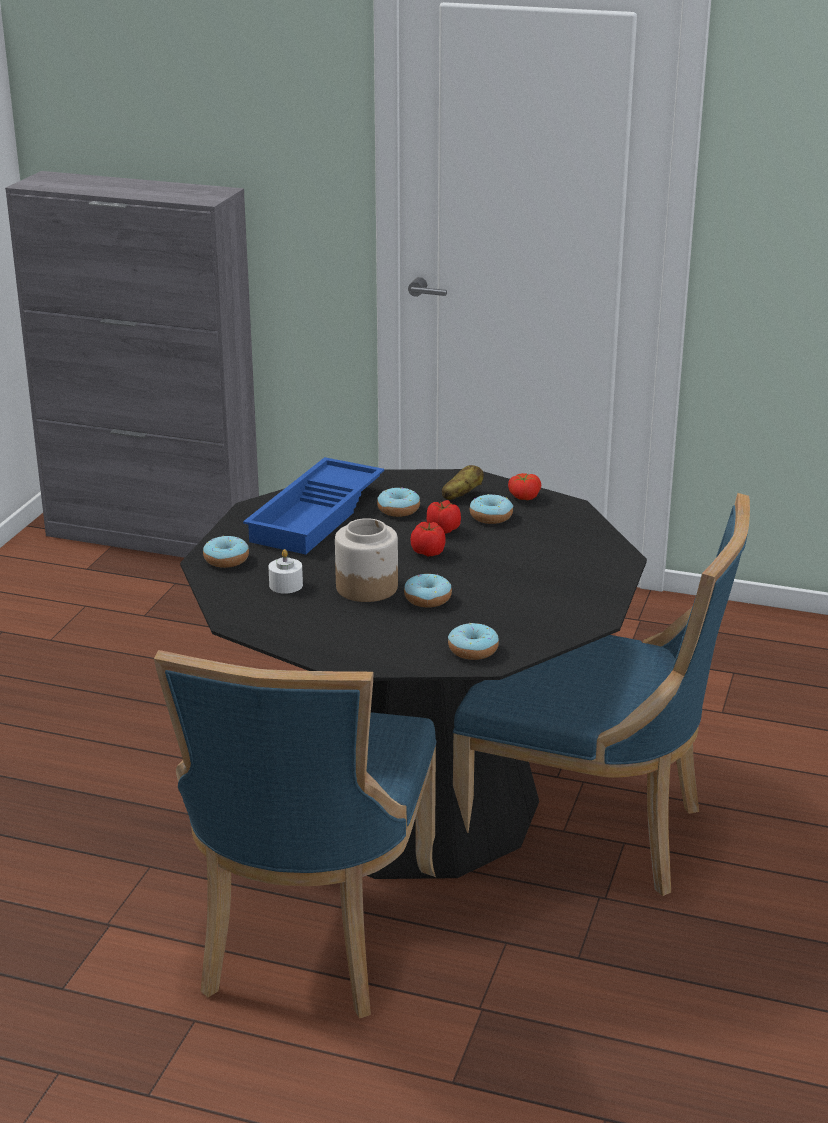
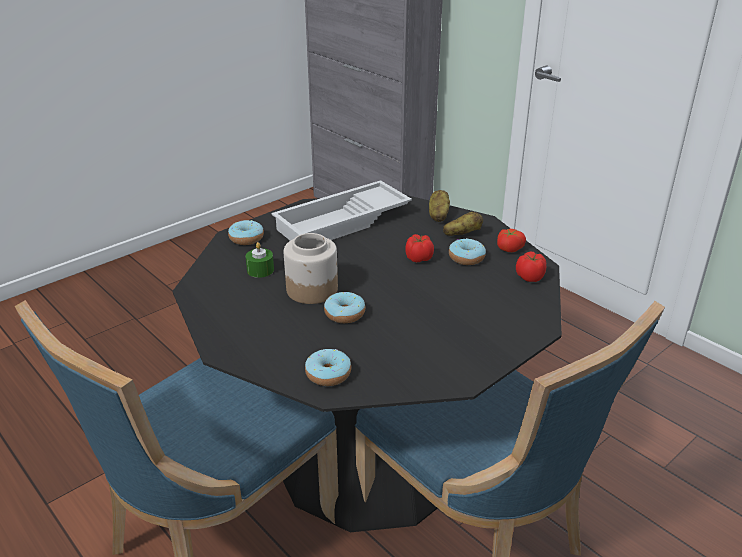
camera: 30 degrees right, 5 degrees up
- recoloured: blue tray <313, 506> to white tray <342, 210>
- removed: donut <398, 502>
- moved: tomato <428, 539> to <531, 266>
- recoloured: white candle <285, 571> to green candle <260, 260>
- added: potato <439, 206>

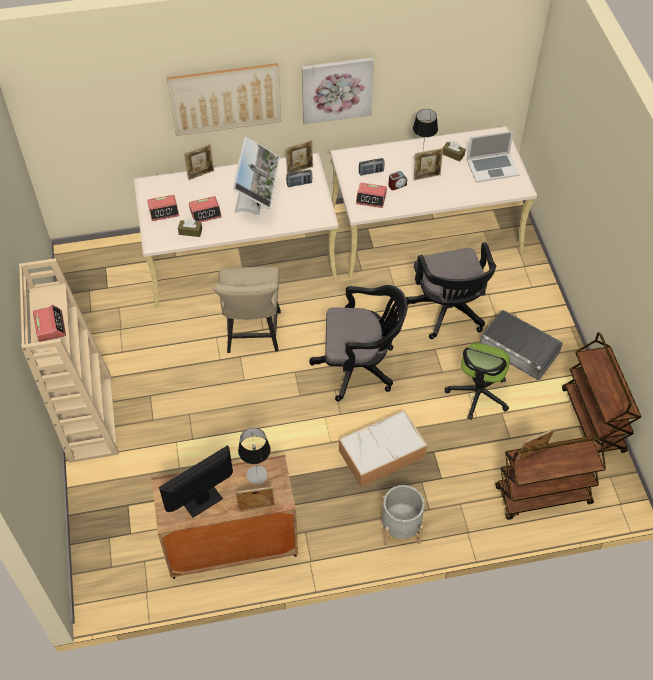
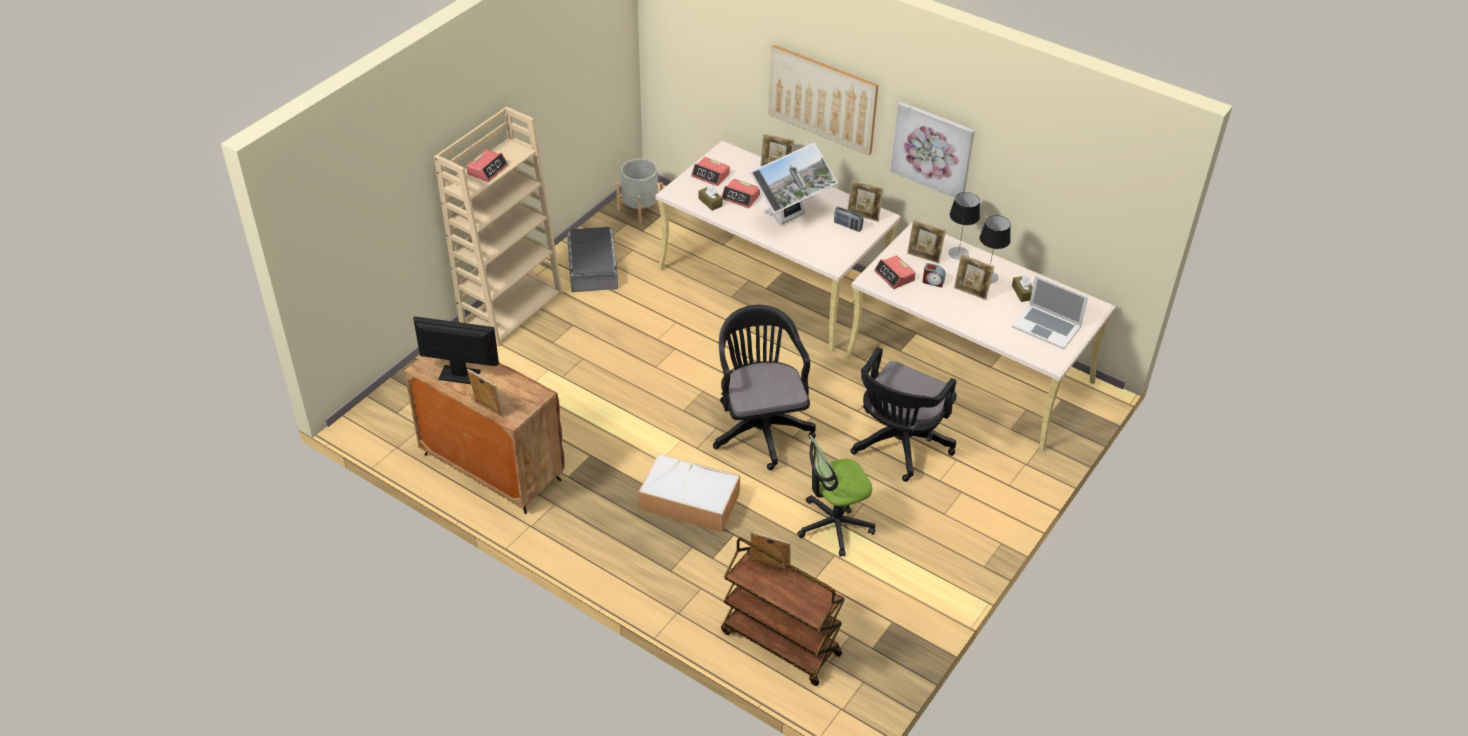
camera: 45 degrees right, 10 degrees down
- replaced: radio <372, 167> to picture frame <926, 242>
- removed: beige chair <247, 310>
- turned: black office chair <358, 343> = <764, 387> 150 degrees counterclockwise
- moved: grey storage box <521, 345> to <592, 259>
- removed: brown cart <601, 392>
- moved: table lamp <254, 456> to <964, 226>
- moved: grey planter <403, 515> to <639, 191>

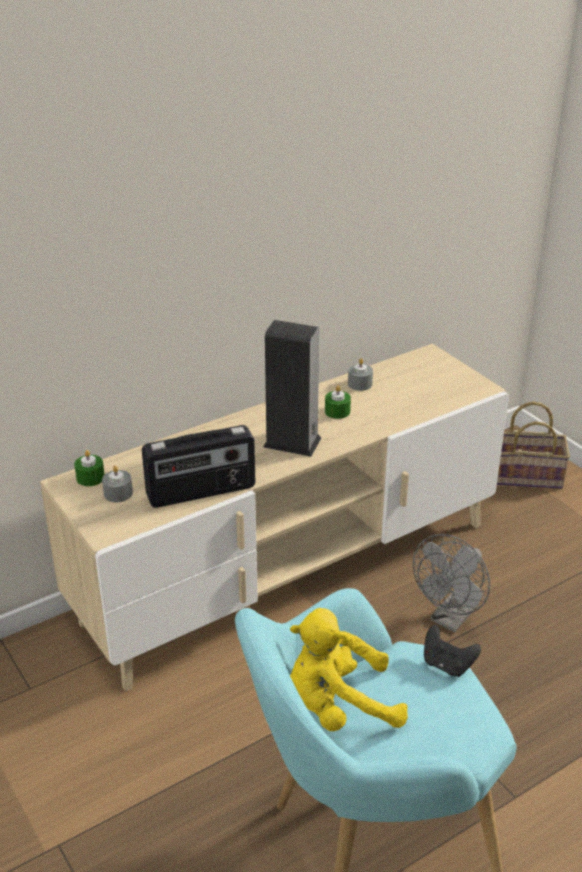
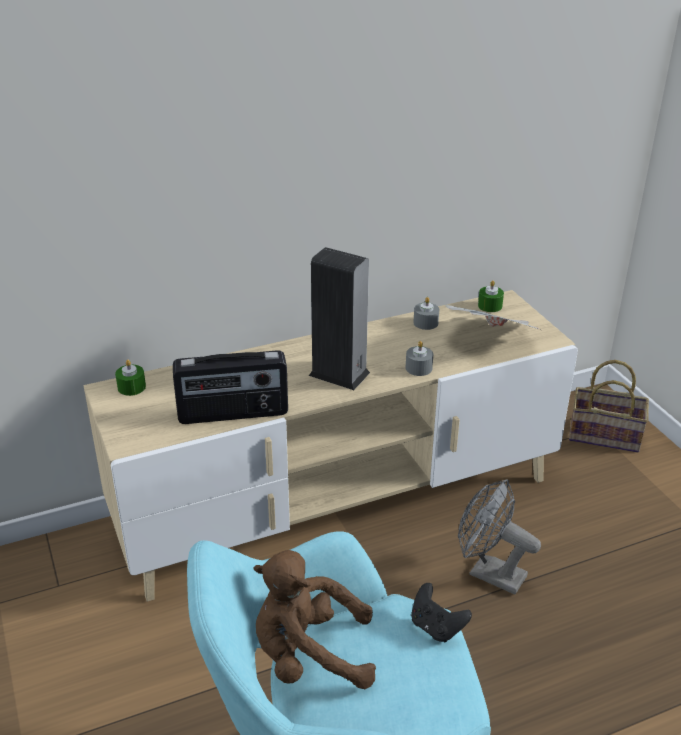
camera: 10 degrees right, 0 degrees up
- moved: green candle <338, 402> to <491, 296>
- moved: grey candle <117, 484> to <419, 358>
- turned: grey fan <451, 583> = <499, 537> 75 degrees clockwise
- recoloured: yellow plush toy <349, 669> to brown plush toy <315, 619>
- added: newspaper <492, 317>

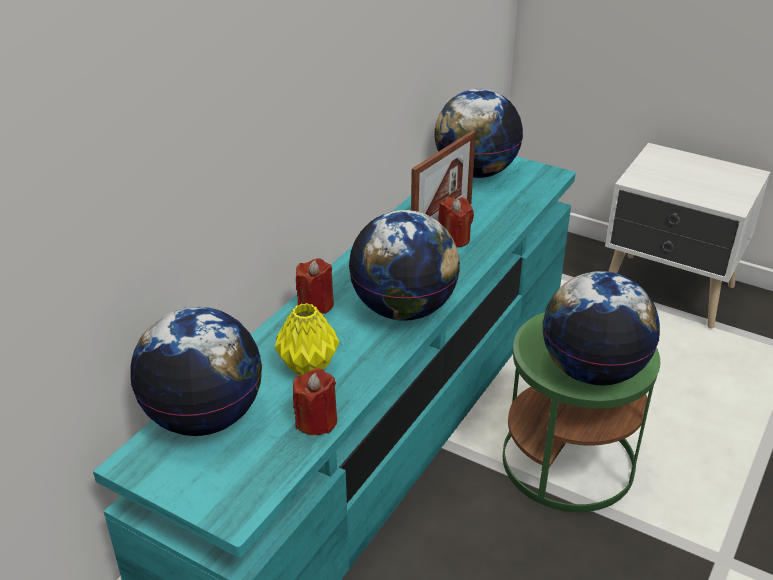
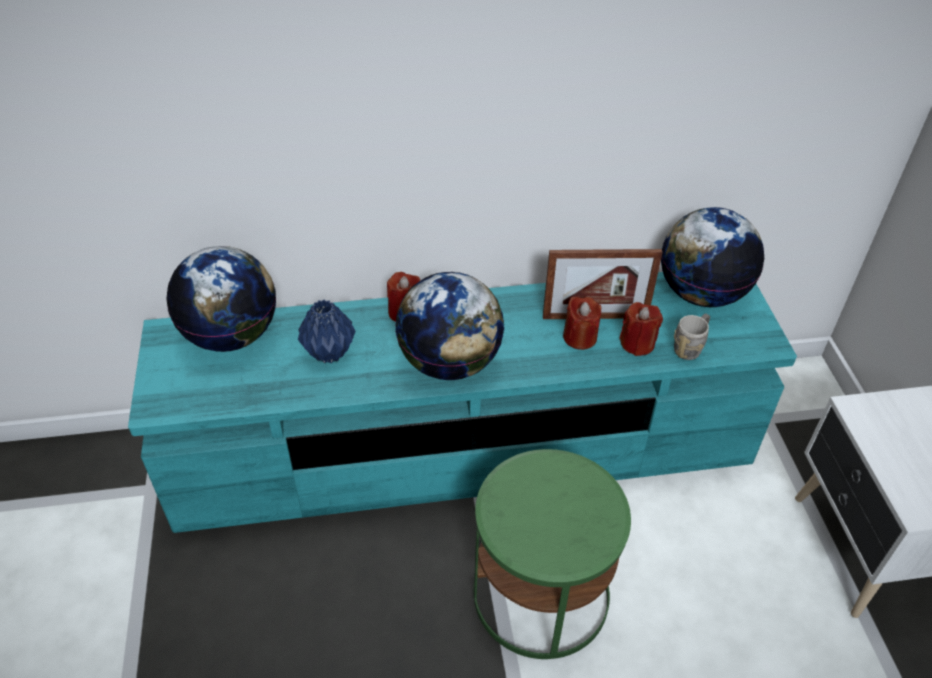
camera: 50 degrees right, 10 degrees up
- removed: globe <601, 328>
- recoloured: yellow vase <307, 339> to blue vase <327, 331>
- moved: red candle <315, 401> to <641, 329>
- added: grey mug <692, 337>

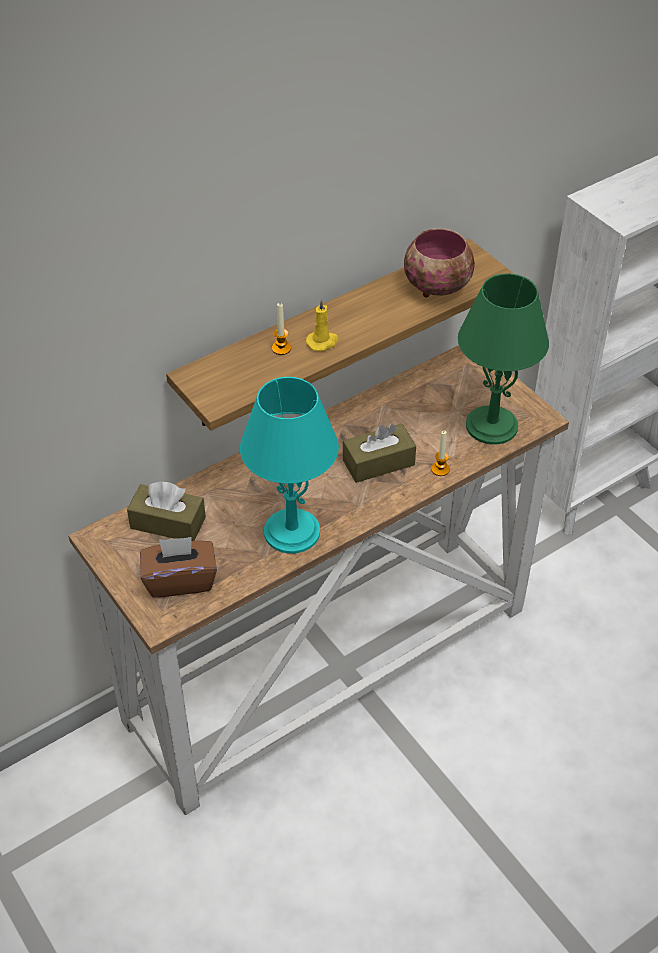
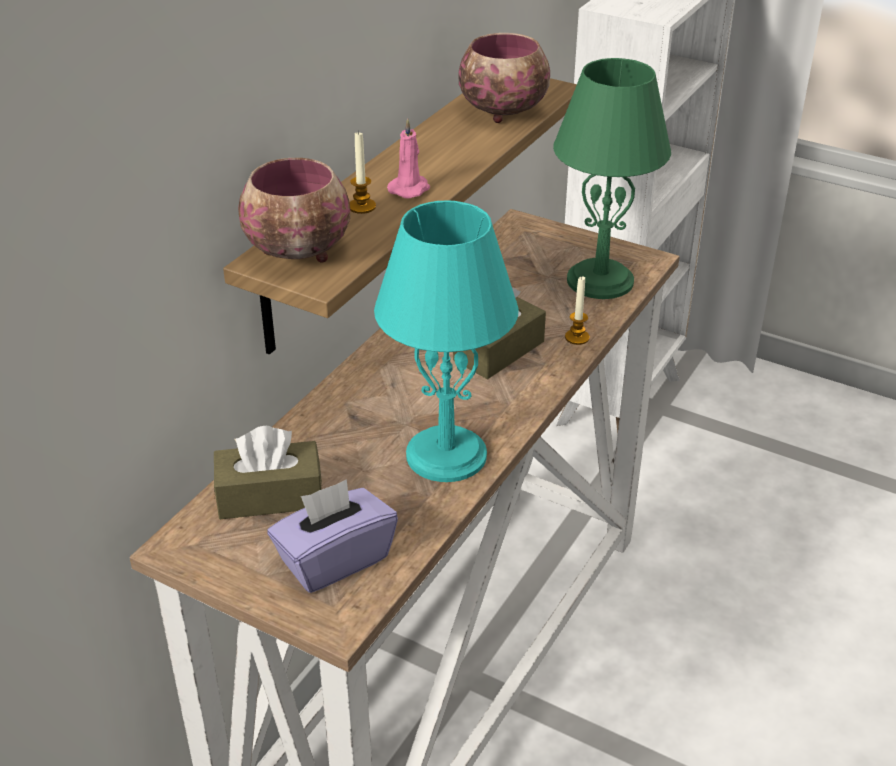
camera: 25 degrees left, 10 degrees down
- recoloured: yellow candle <322, 325> to pink candle <408, 158>
- recoloured: brown tissue box <178, 567> to purple tissue box <332, 536>
- added: bowl <294, 210>

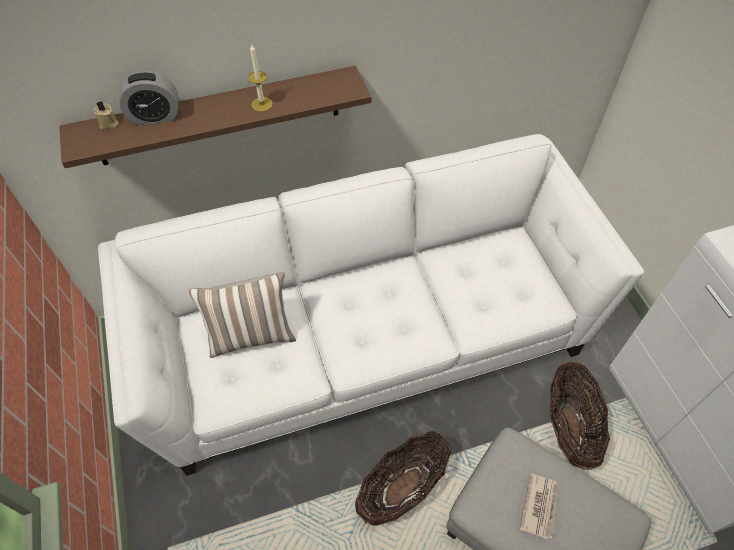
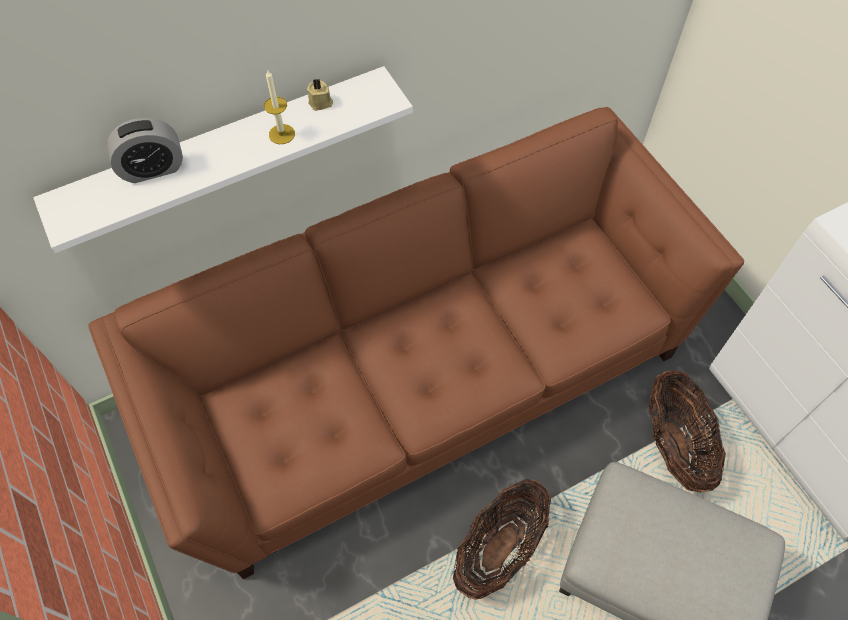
camera: 10 degrees left, 5 degrees up
- recoloured: brown shelf <215, 117> to white shelf <223, 159>
- moved: beige candle <106, 115> to <320, 95>
- recoloured: white sofa <371, 305> to brown sofa <416, 343>
- removed: pillow <242, 315>
- removed: newspaper <538, 506>

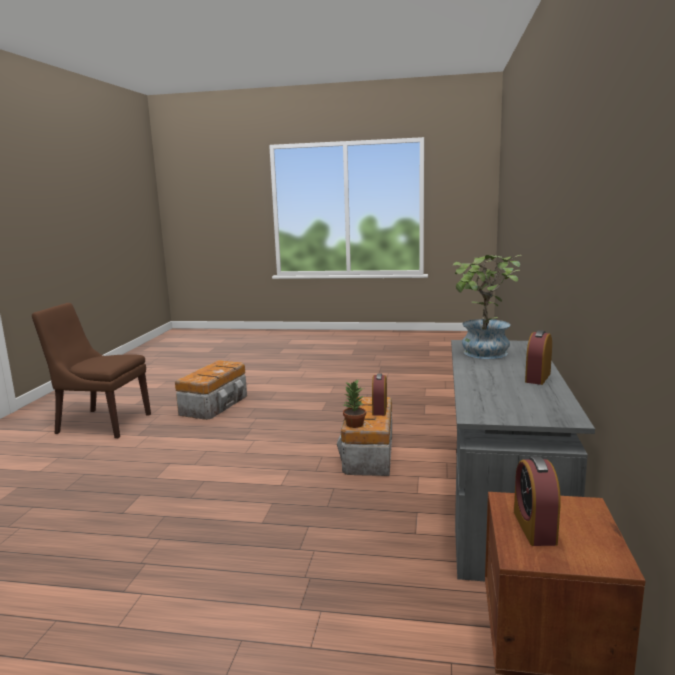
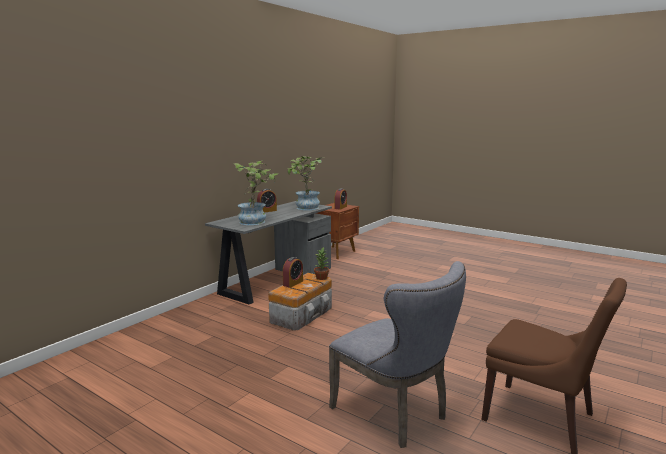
camera: 155 degrees left, 0 degrees up
- replaced: storage box <211, 390> to grey chair <397, 354>
- added: potted plant <304, 183>

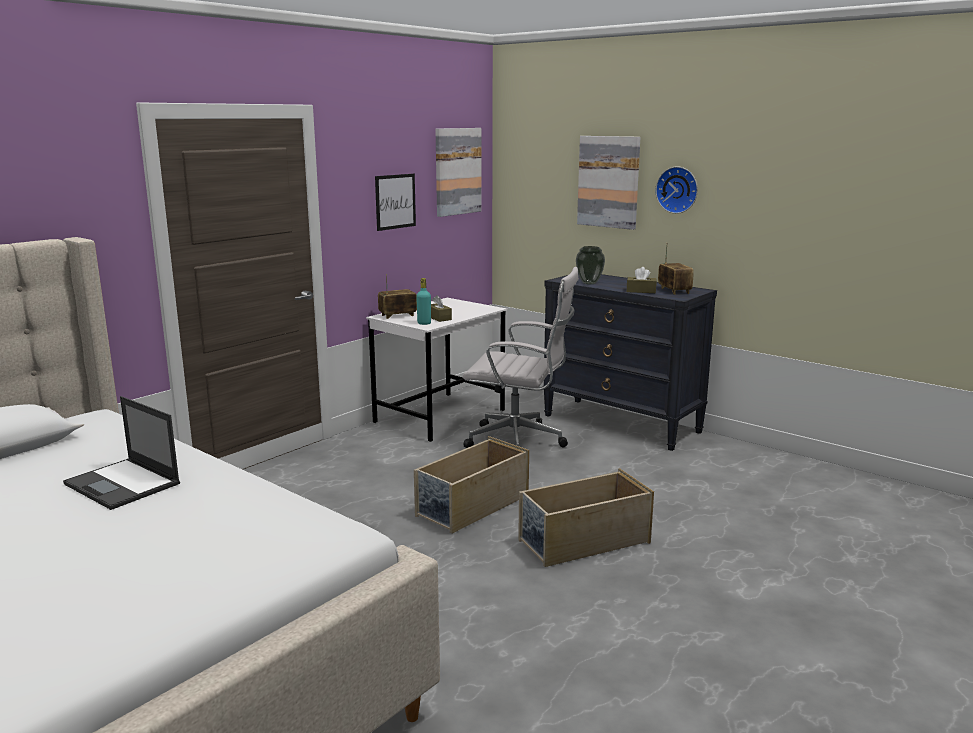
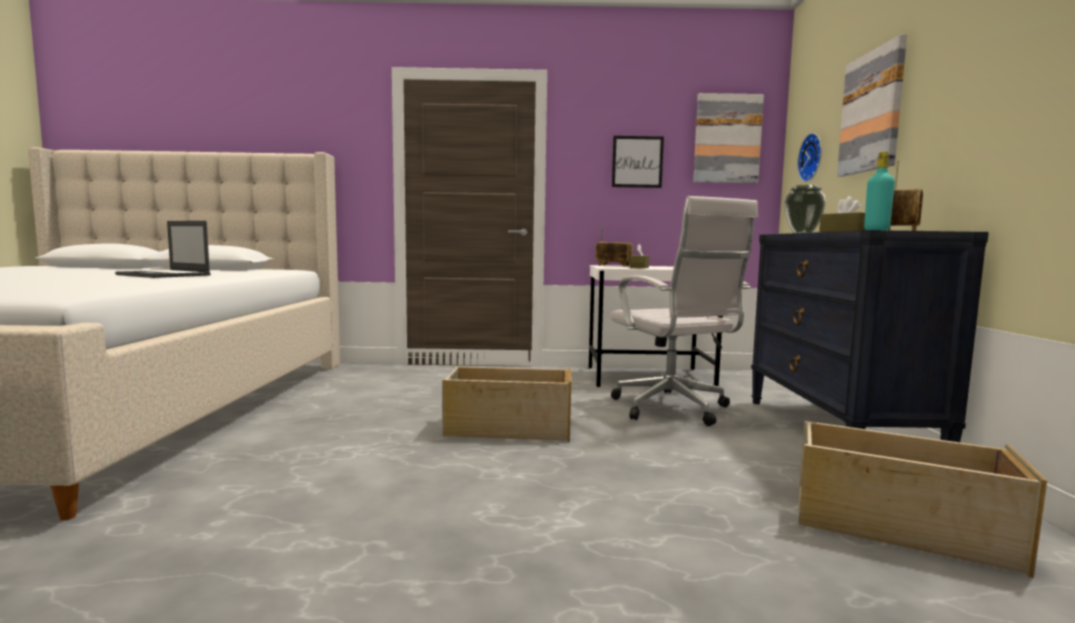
camera: 50 degrees right, 10 degrees down
- moved: wall clock <677, 190> to <809, 157>
- moved: turquoise bottle <423, 301> to <879, 191>
- turned: laptop <121, 453> = <163, 249> 60 degrees counterclockwise
- moved: beige storage box <586, 518> to <922, 499>

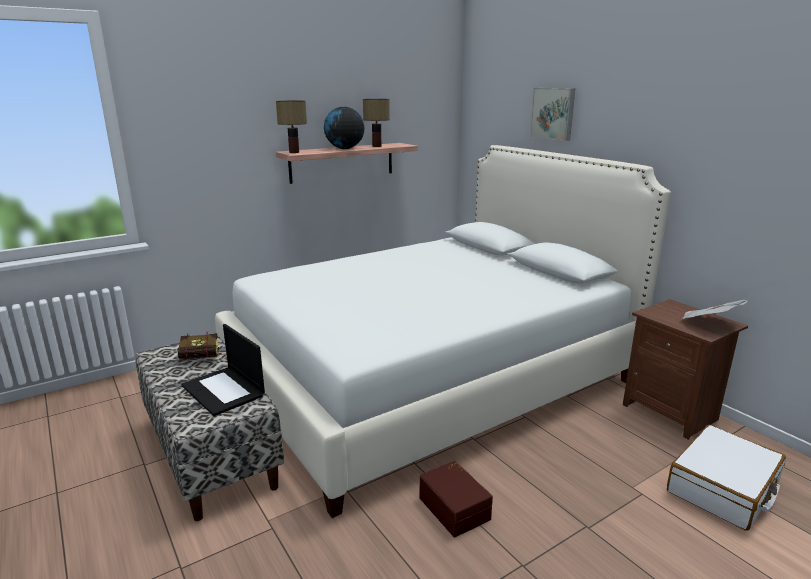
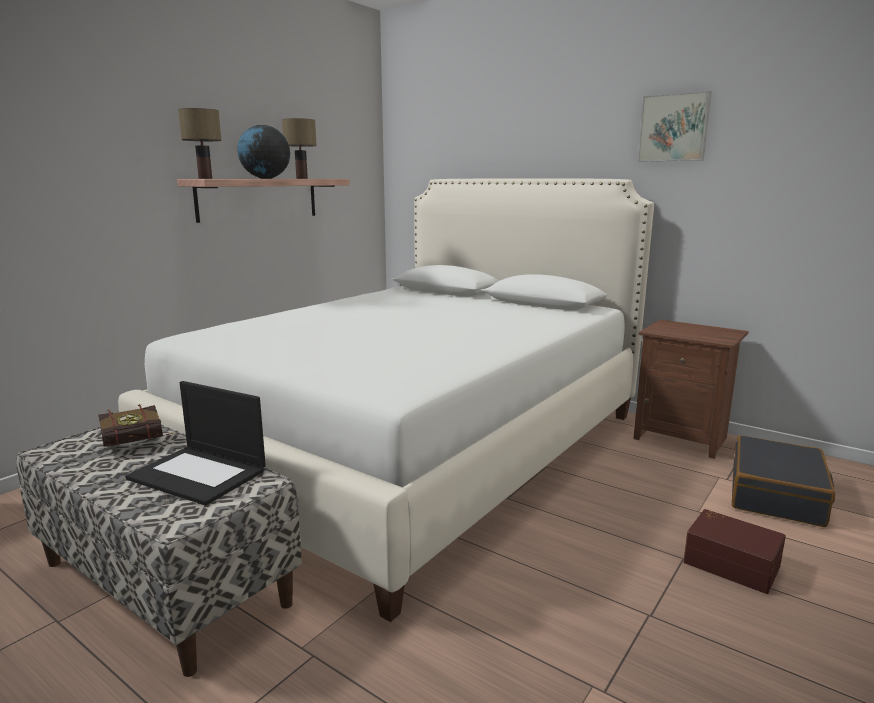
camera: 20 degrees left, 5 degrees down
- moved: picture <552, 114> to <674, 126>
- removed: newspaper <715, 309>
- recoloured: white suitcase <726, 478> to black suitcase <783, 481>
- moved: brown storage box <456, 499> to <734, 551>

